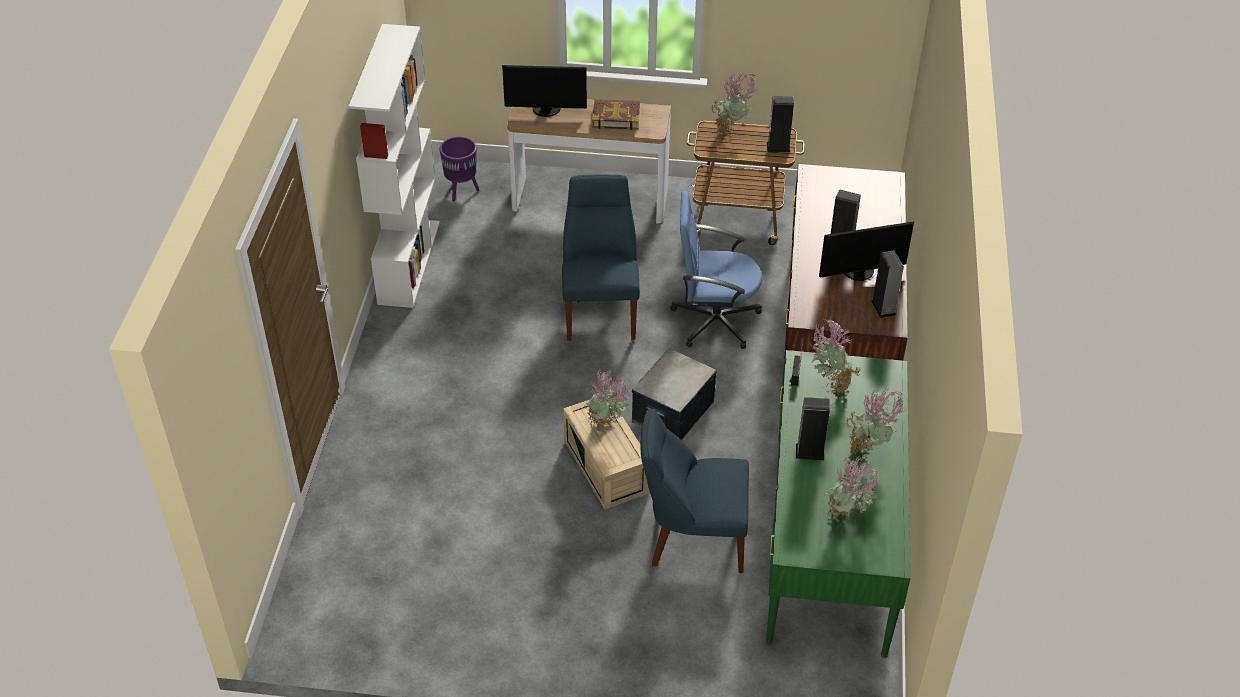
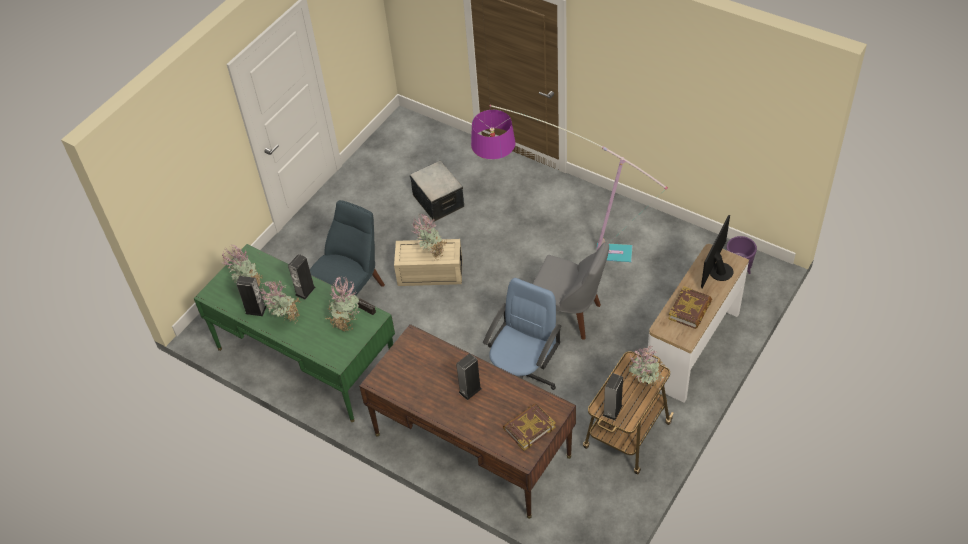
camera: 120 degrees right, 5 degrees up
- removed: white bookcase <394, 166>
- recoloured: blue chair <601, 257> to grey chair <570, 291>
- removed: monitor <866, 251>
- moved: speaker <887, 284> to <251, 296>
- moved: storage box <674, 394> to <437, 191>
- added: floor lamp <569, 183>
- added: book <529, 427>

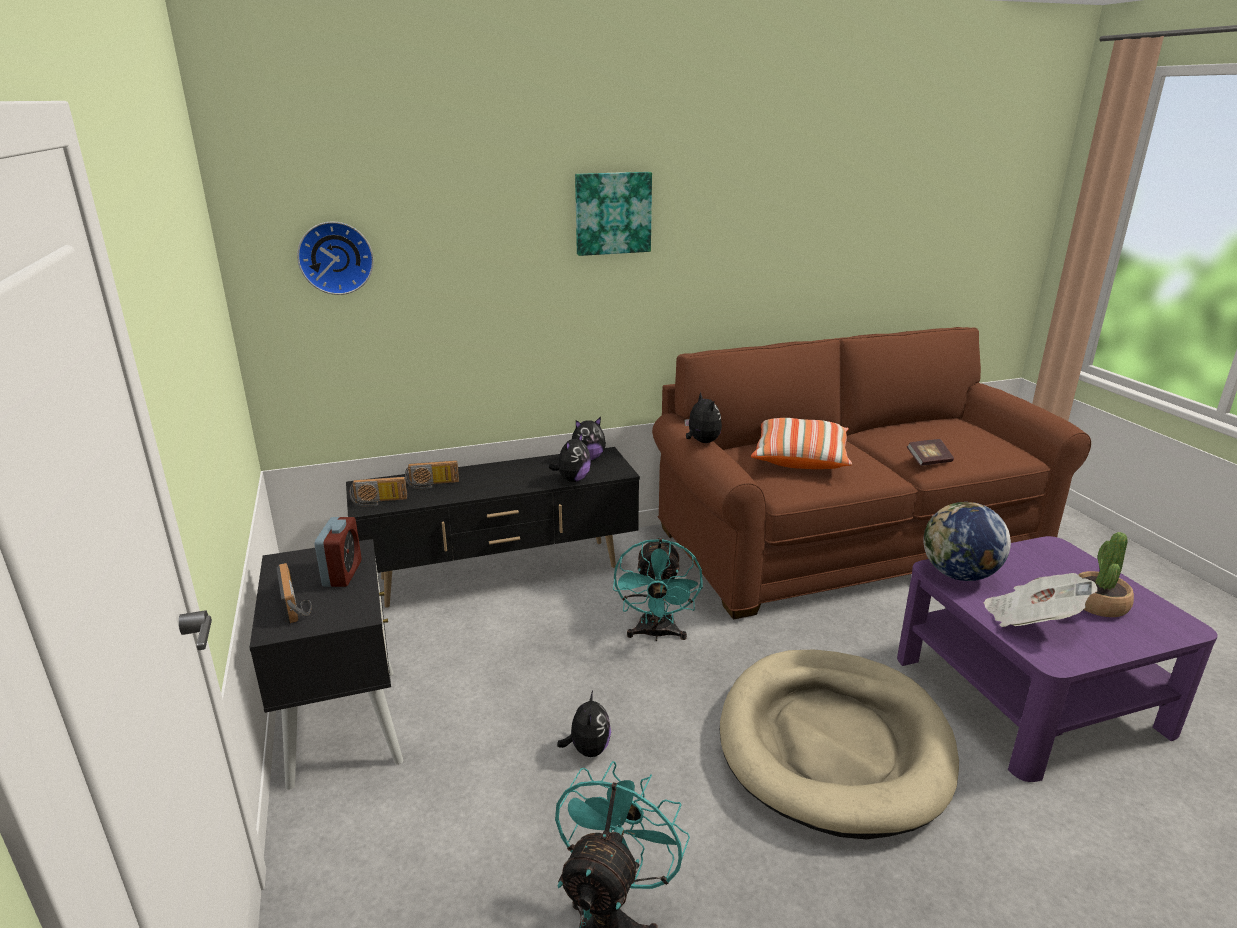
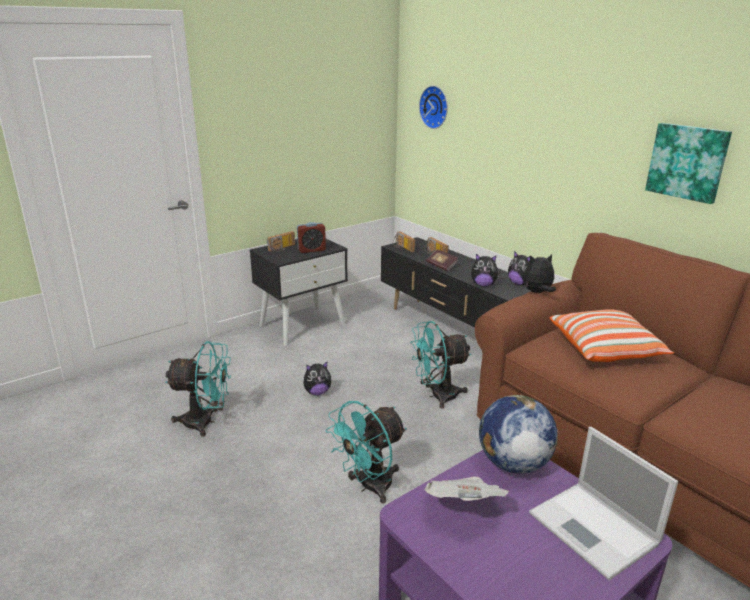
camera: 70 degrees right, 0 degrees up
- moved: picture <613, 214> to <688, 163>
- turned: plush toy <703, 417> = <539, 273> 150 degrees counterclockwise
- moved: book <930, 452> to <442, 260>
- removed: potted plant <1106, 574>
- replaced: beige dog bed <839, 744> to turquoise fan <366, 452>
- added: laptop <603, 503>

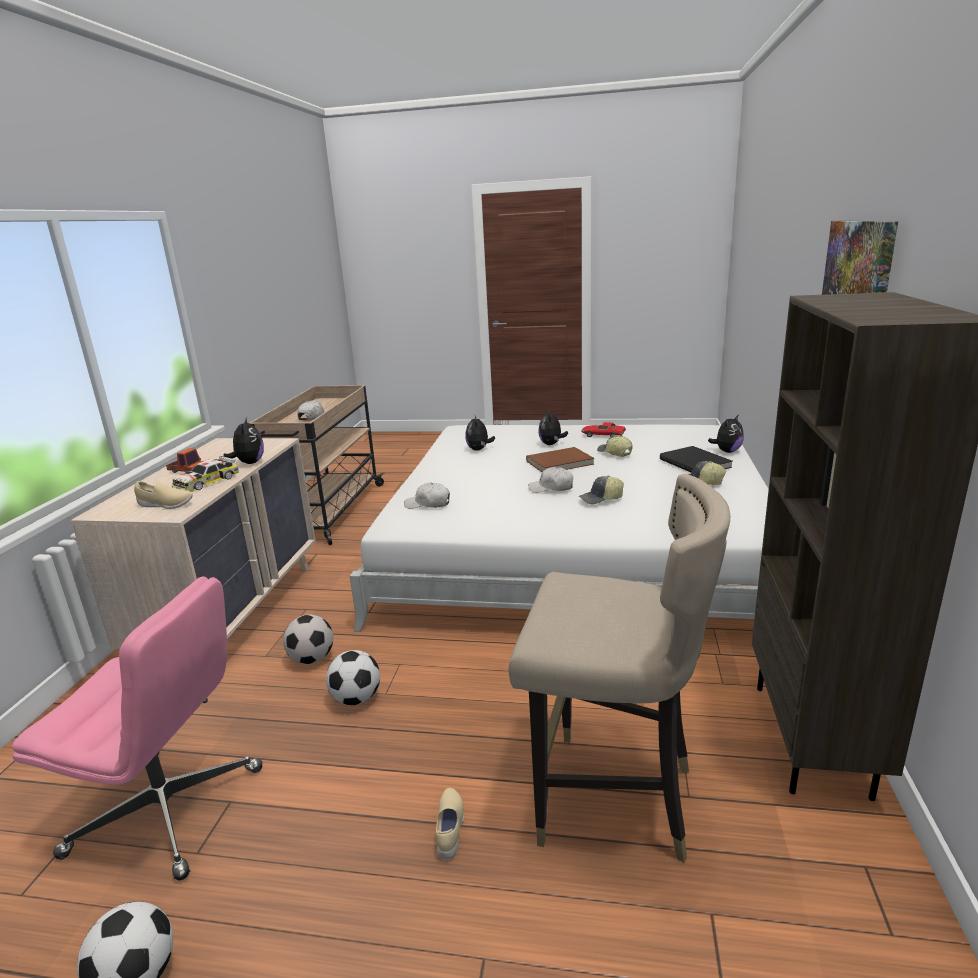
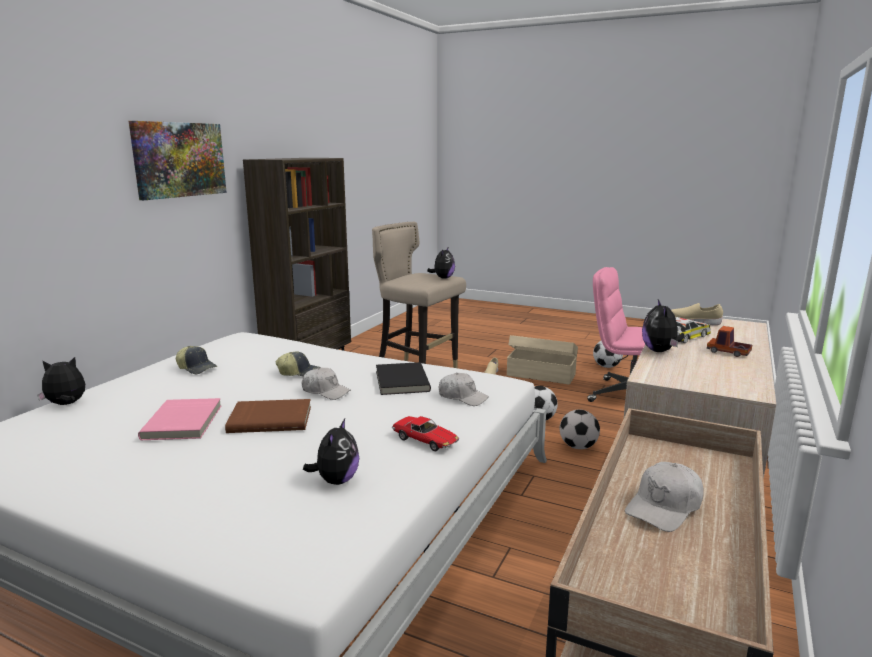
camera: 165 degrees left, 5 degrees down
- moved: plush toy <553, 427> to <441, 262>
- moved: toy car <603, 429> to <425, 433>
- replaced: cap <615, 446> to pink book <179, 419>
- moved: black book <696, 459> to <403, 378>
- added: beige storage box <542, 360>

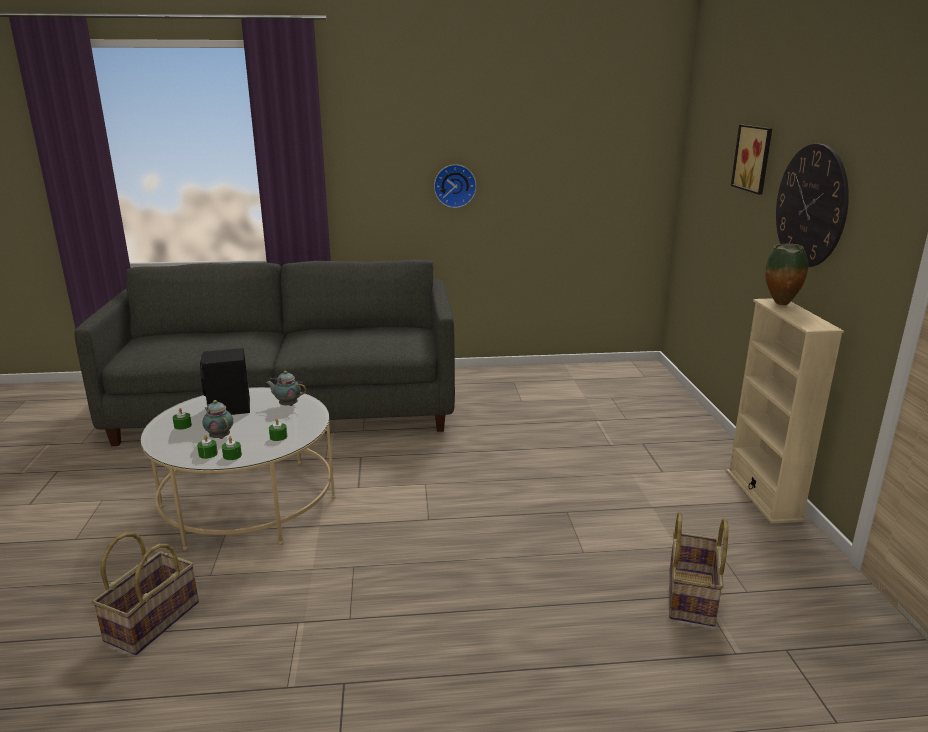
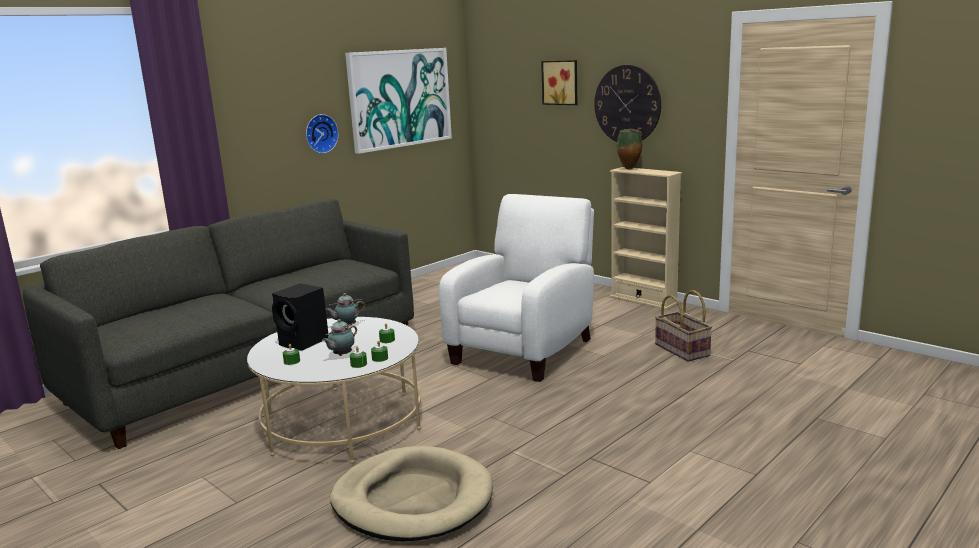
camera: 40 degrees left, 5 degrees down
- turned: teapot <217, 419> = <339, 337> 60 degrees counterclockwise
- replaced: basket <145, 593> to beige dog bed <411, 494>
- added: picture <398, 101>
- added: white armchair <516, 288>

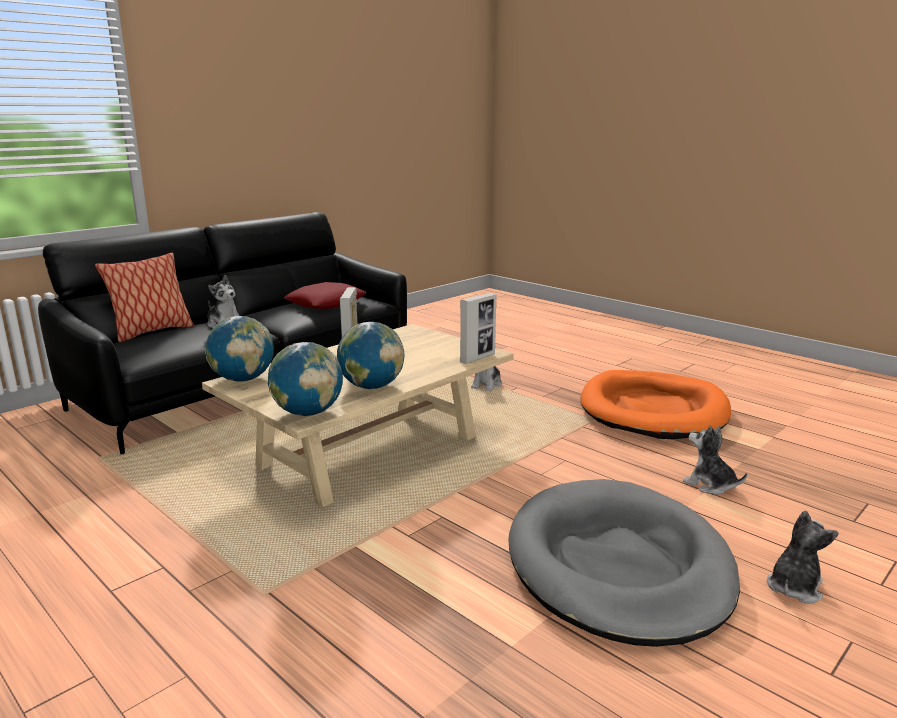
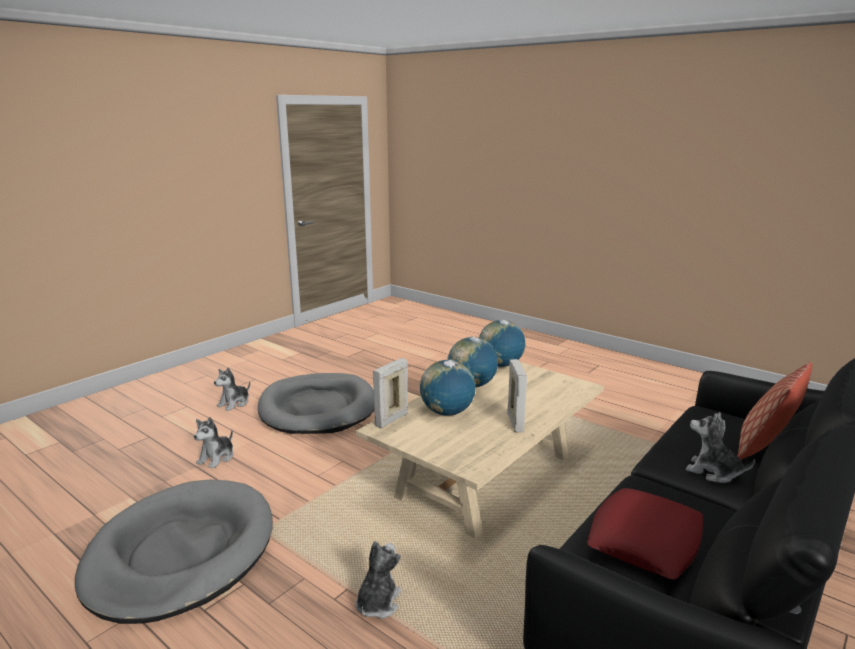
camera: 175 degrees right, 0 degrees up
- moved: globe <239, 349> to <447, 388>
- recoloured: orange dog bed <656, 404> to grey dog bed <174, 552>
- turned: plush toy <715, 460> = <213, 443> 75 degrees clockwise

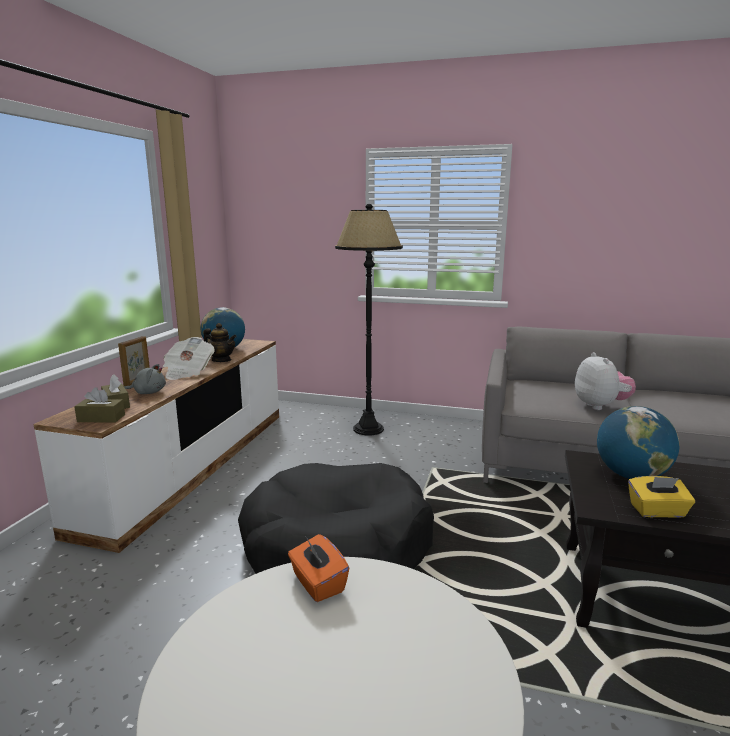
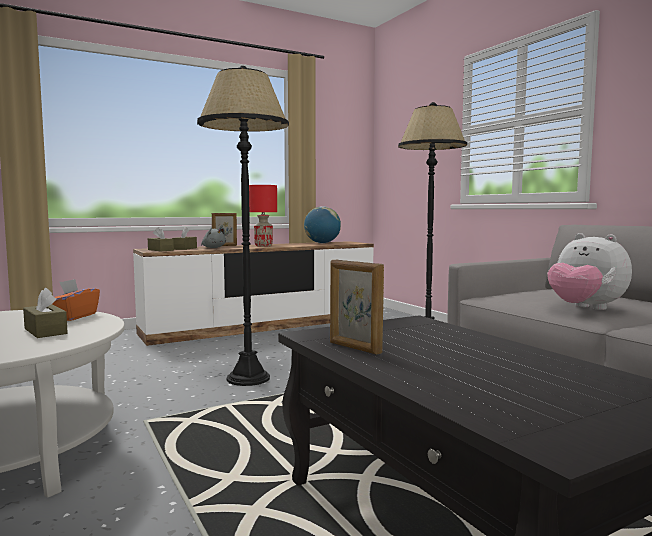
camera: 45 degrees right, 10 degrees down
- removed: teapot <220, 342>
- replaced: newspaper <189, 358> to red table lamp <263, 216>
- turned: plush toy <605, 381> = <589, 271> 105 degrees clockwise
- removed: globe <638, 442>
- replaced: black dog bed <336, 518> to black floor lamp <243, 226>
- replaced: yellow tissue box <661, 497> to picture frame <357, 307>
- added: brown tissue box <45, 313>

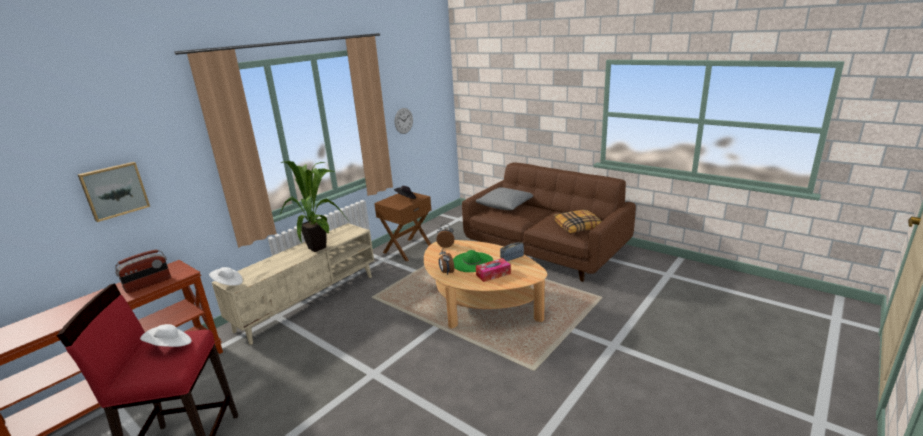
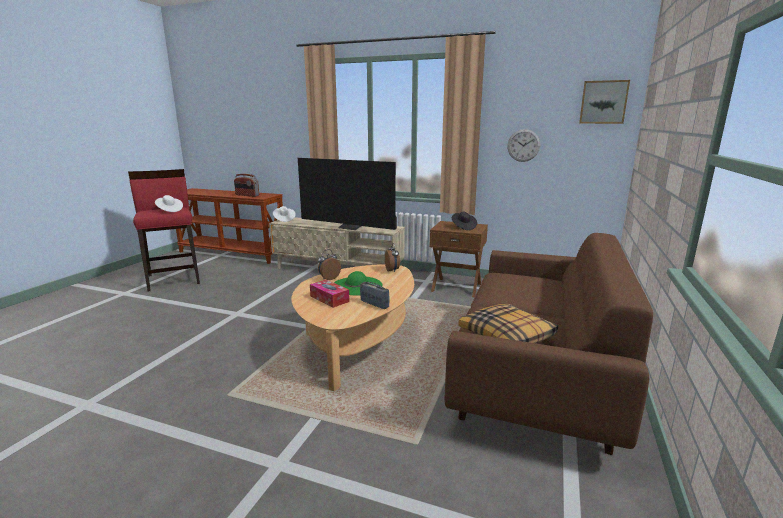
camera: 70 degrees right, 5 degrees down
- replaced: potted plant <314, 206> to television <347, 194>
- moved: picture <114, 192> to <604, 102>
- removed: grey pillow <504, 198>

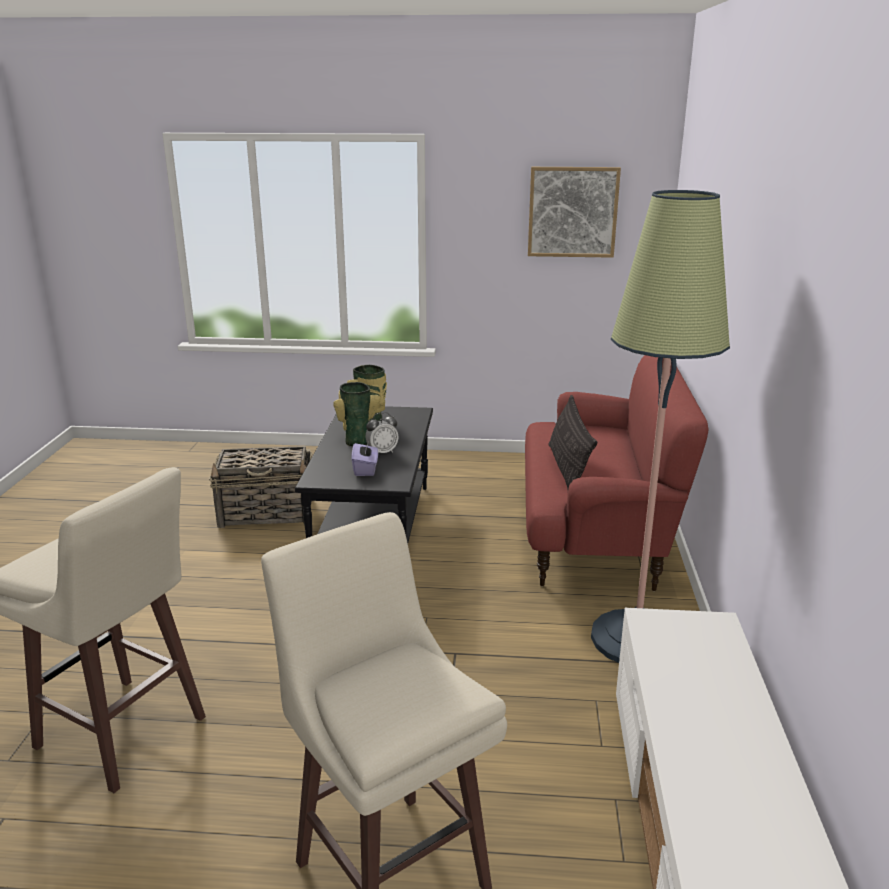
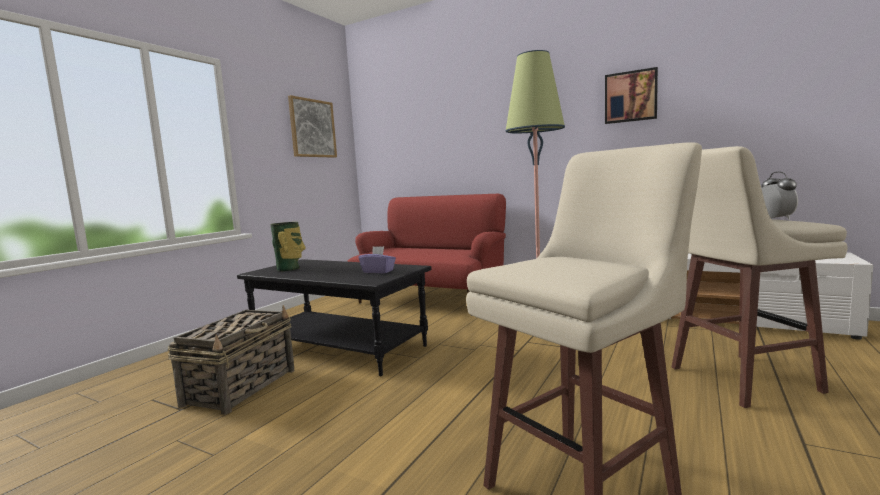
camera: 65 degrees left, 15 degrees down
- removed: vase <357, 414>
- removed: pillow <572, 442>
- moved: alarm clock <381, 432> to <779, 195>
- added: picture <631, 95>

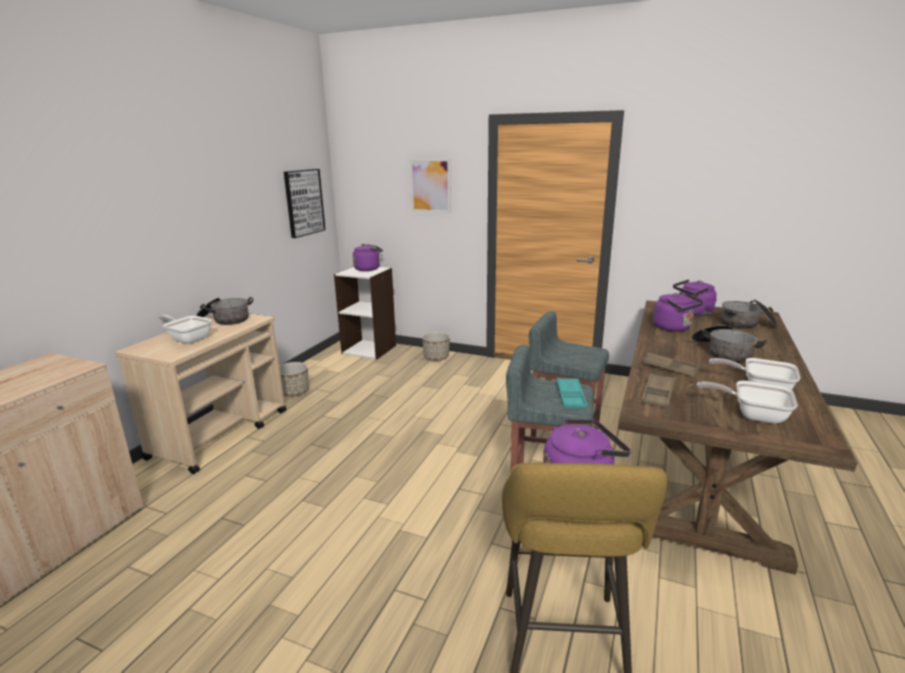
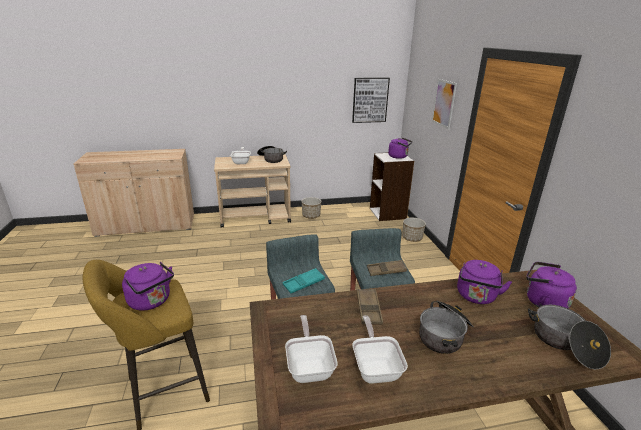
camera: 55 degrees right, 5 degrees up
- moved: brown tray <658, 390> to <387, 268>

